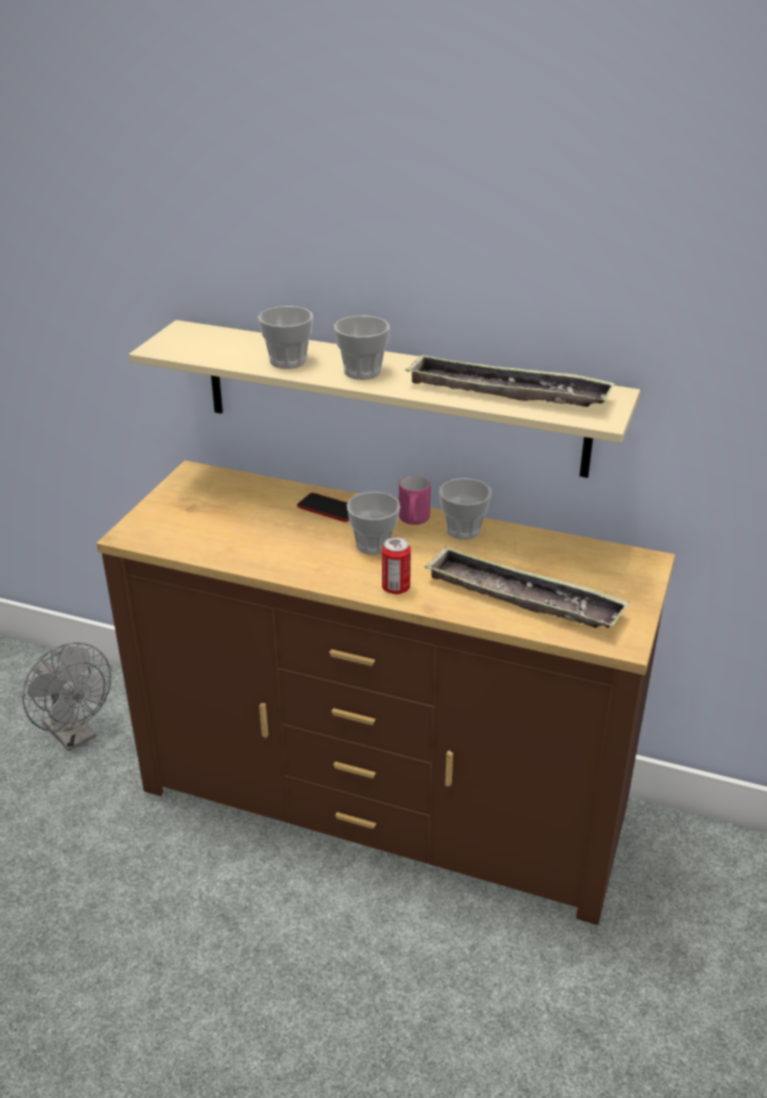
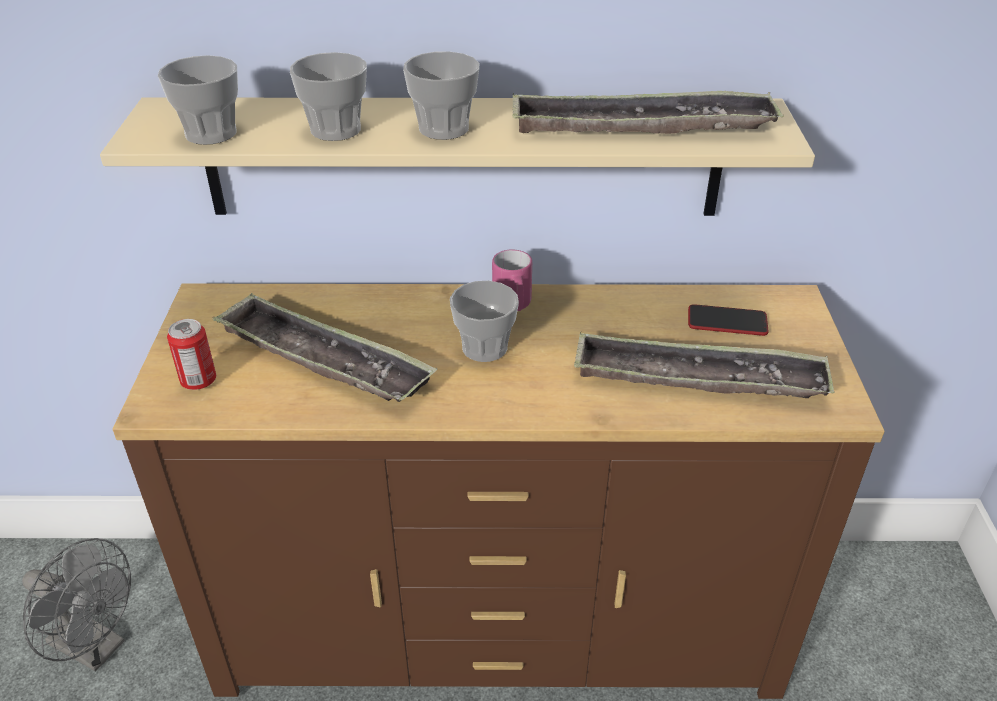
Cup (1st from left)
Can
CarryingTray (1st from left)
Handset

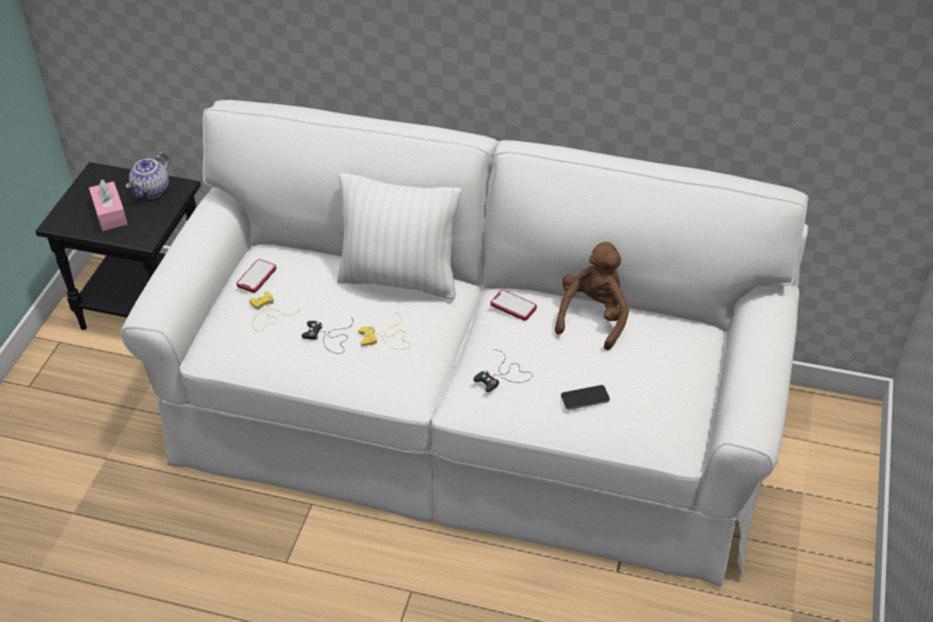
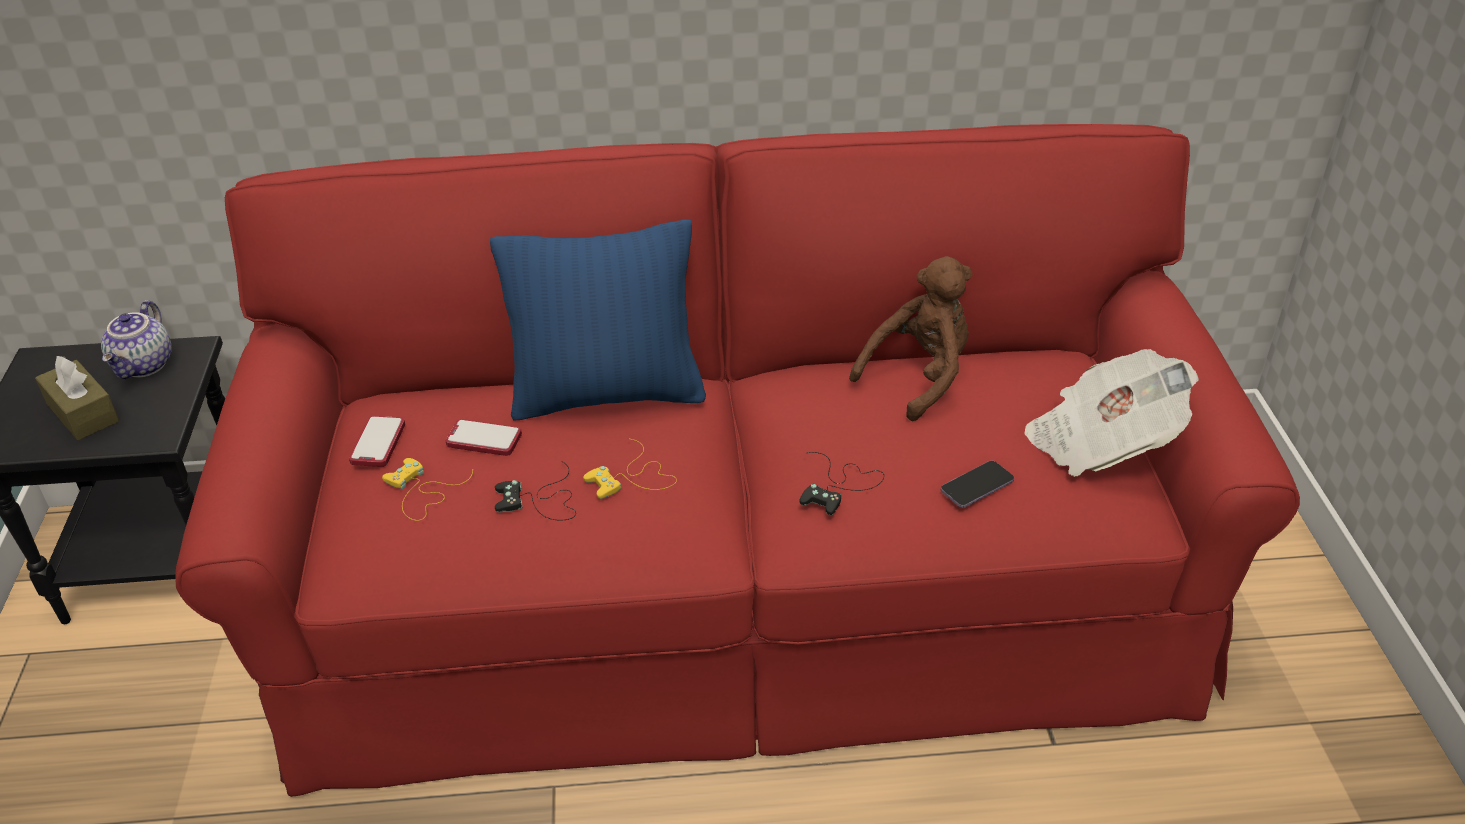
BrownColouredBoxOfTissues
RedColouredSettee
Handset (2nd from left)
BlueThrowPillow
BrownColouredPlushToy
DailyPaper

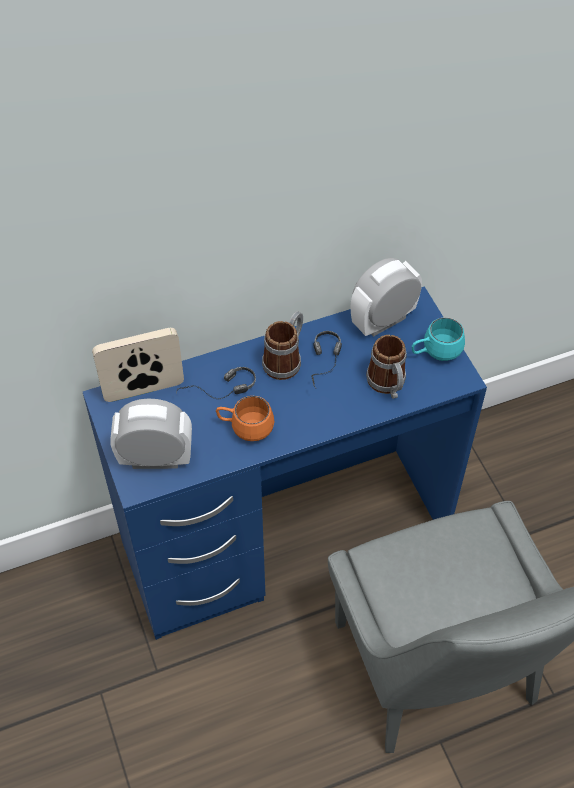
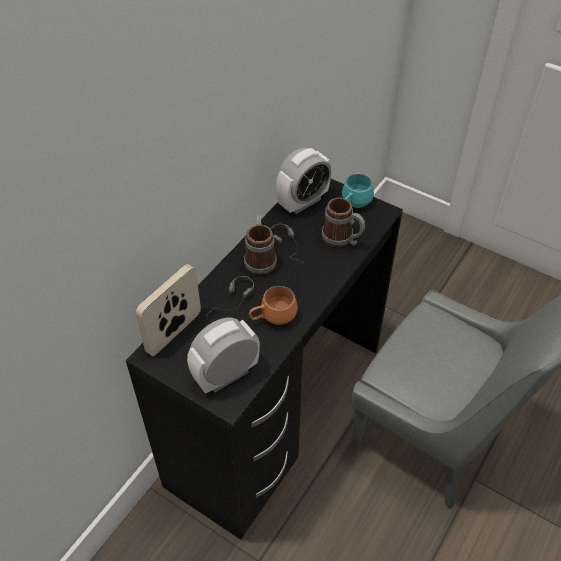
BlackColouredDeskUnit
BedsideClock (2nd from left)

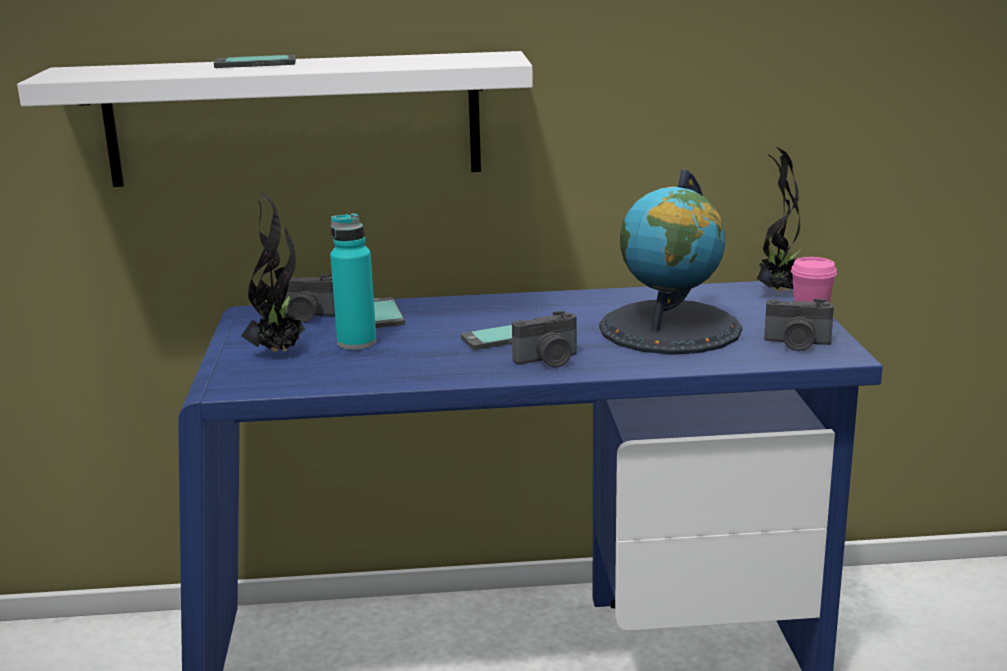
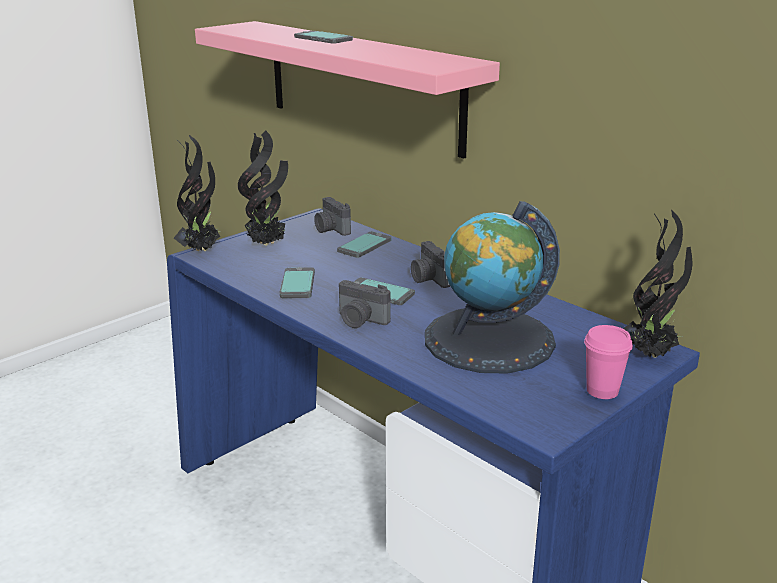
PlantInAPot (1st from left)
PinkShelf
Handset (1st from left)
StillCamera (3rd from left)
BlueGreenDrinkBottle

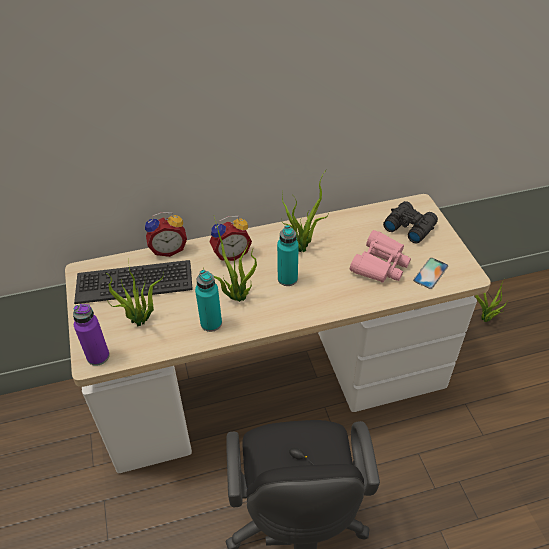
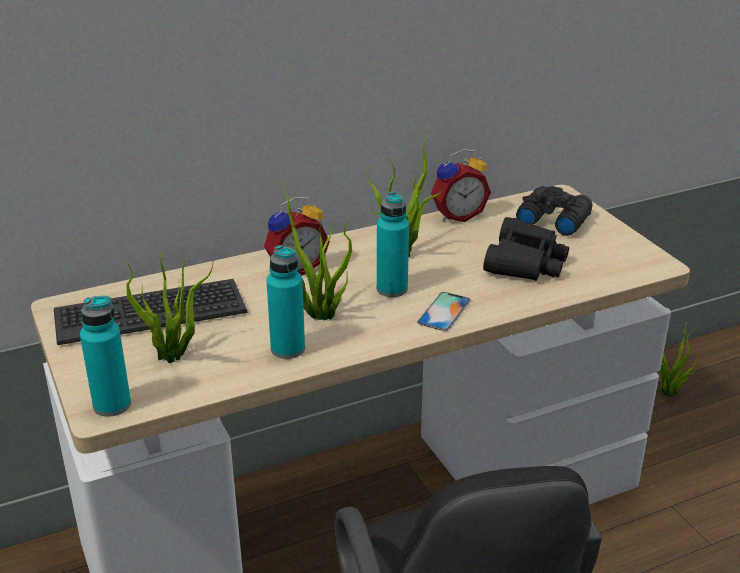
BlueGreenDrinkBottle (1st from left)
Handset
BedsideClock (2nd from left)
BlackColouredPairOfBinoculars (1st from left)

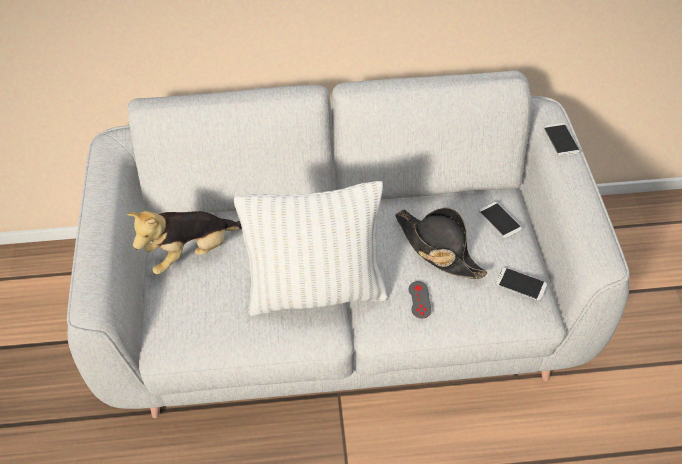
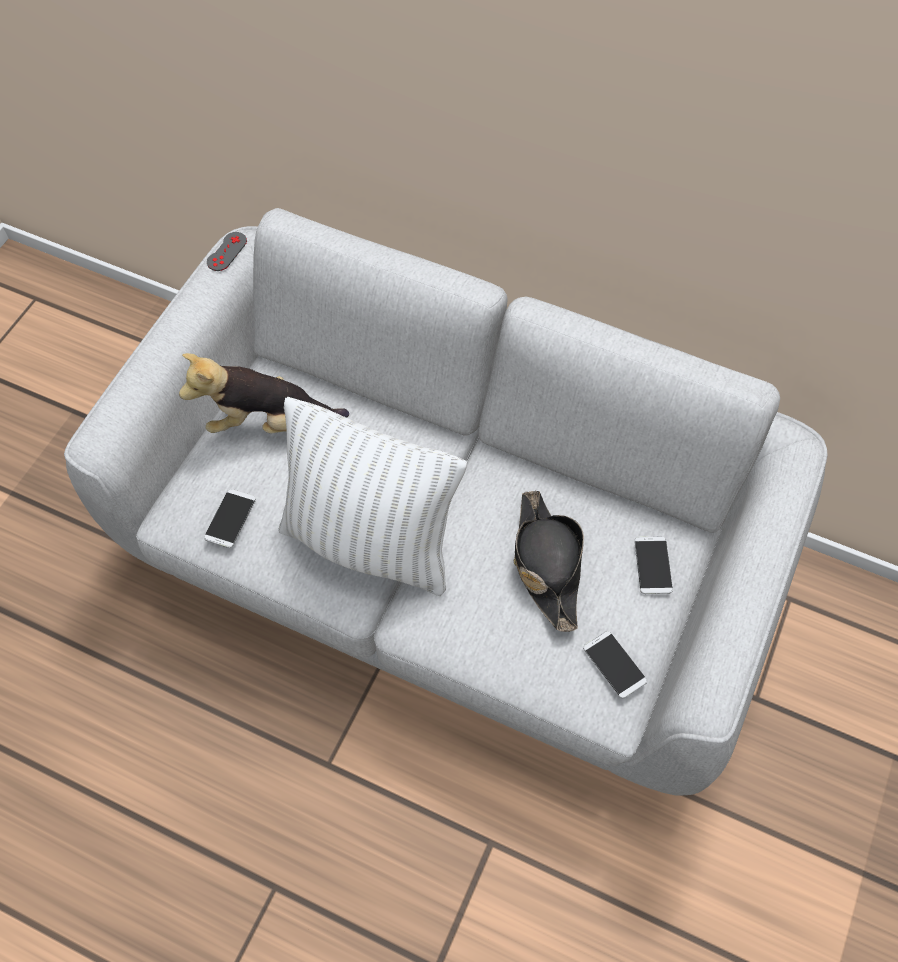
Handset (1st from left)
GrayGameController

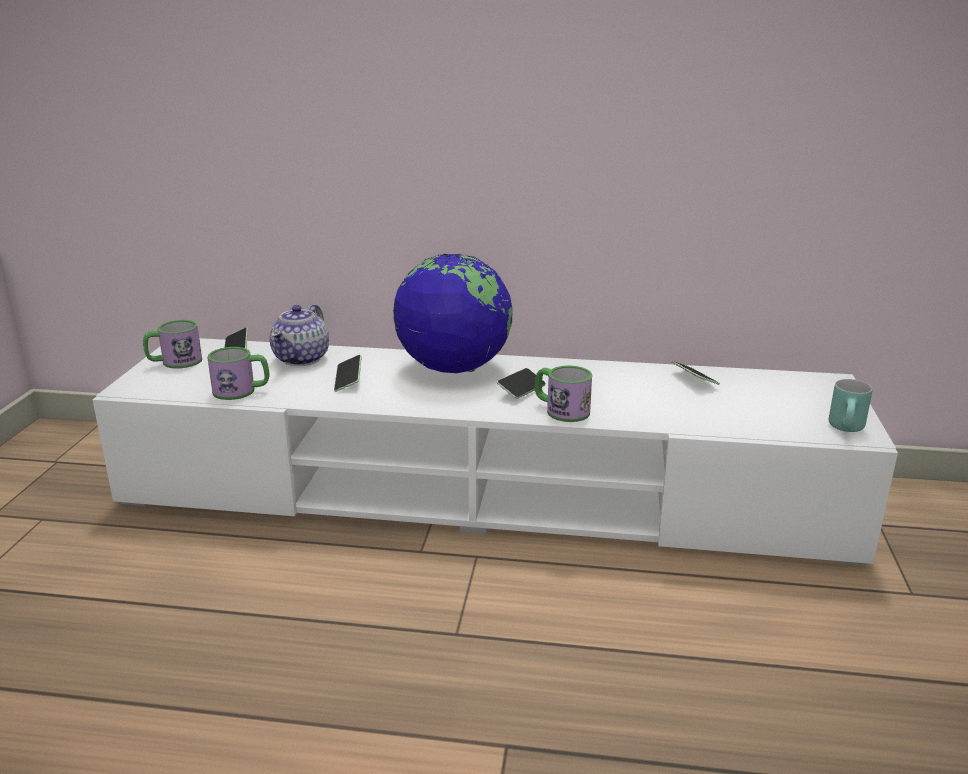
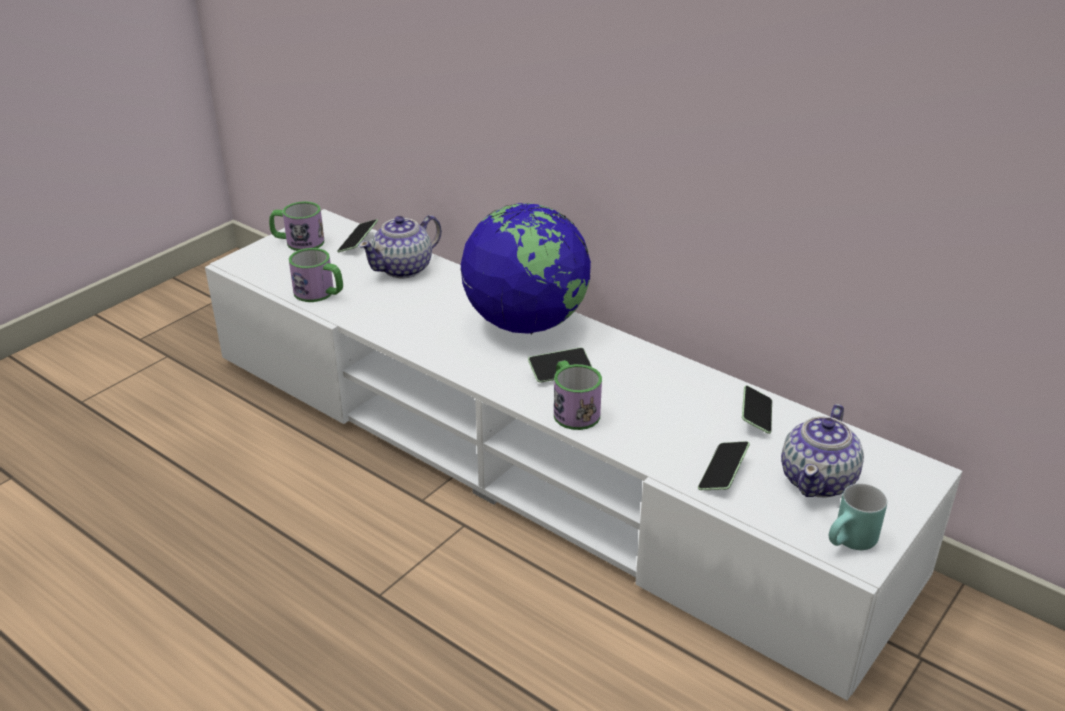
Handset (3rd from left)
PotForTea (2nd from left)

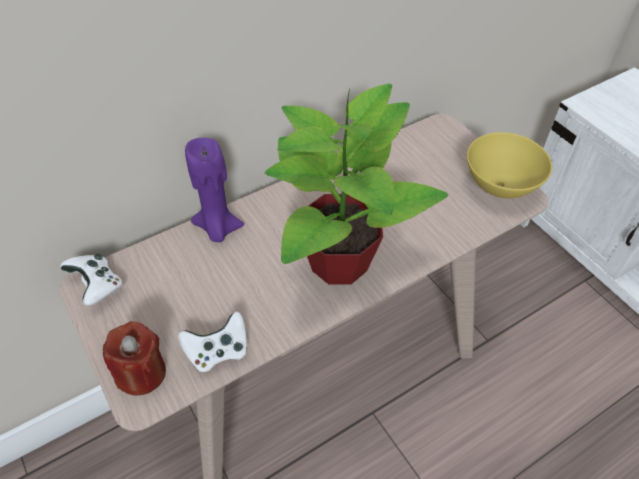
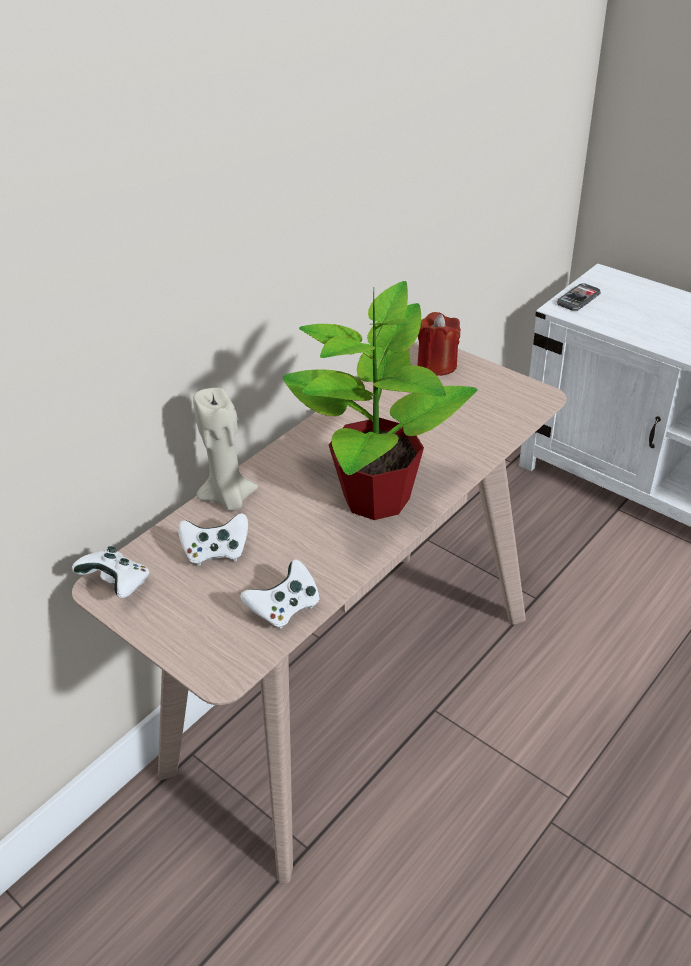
WhitishGameController (2nd from left)
BeigeWaxCandle
RedColouredWaxCandle
Handset
YellowishServingBowl

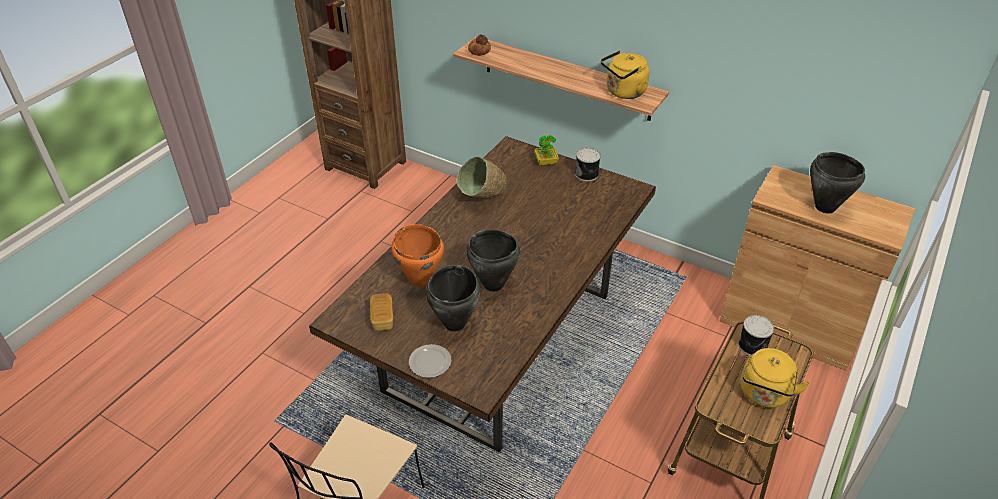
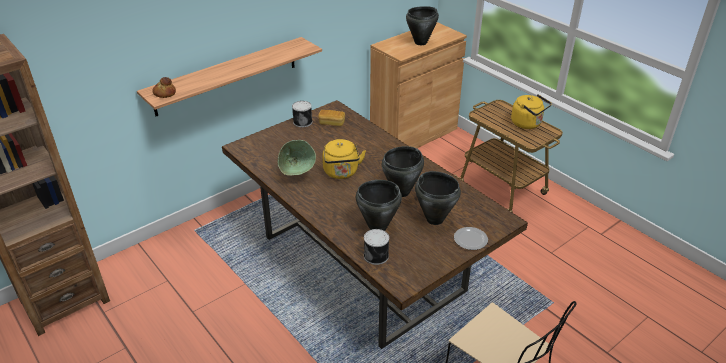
BakedBread (2nd from left)
YellowishWaterKettle (1st from left)
BlackColouredSaucepot (1st from left)
Can (2nd from left)
PlantInAPot

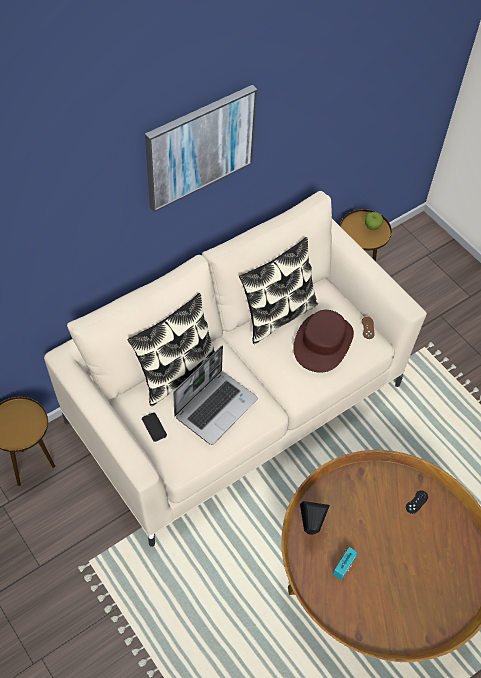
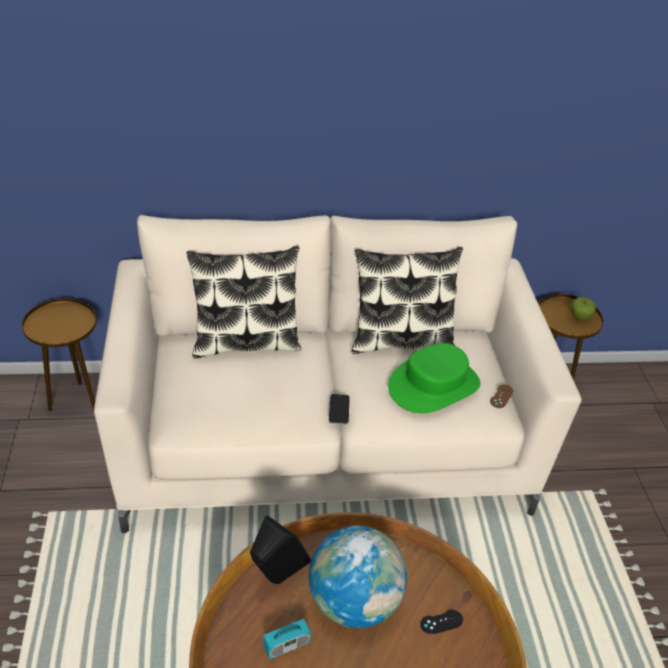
Globe
Handset
GreenColouredClothingHat
WallPicture
PortableComputer

